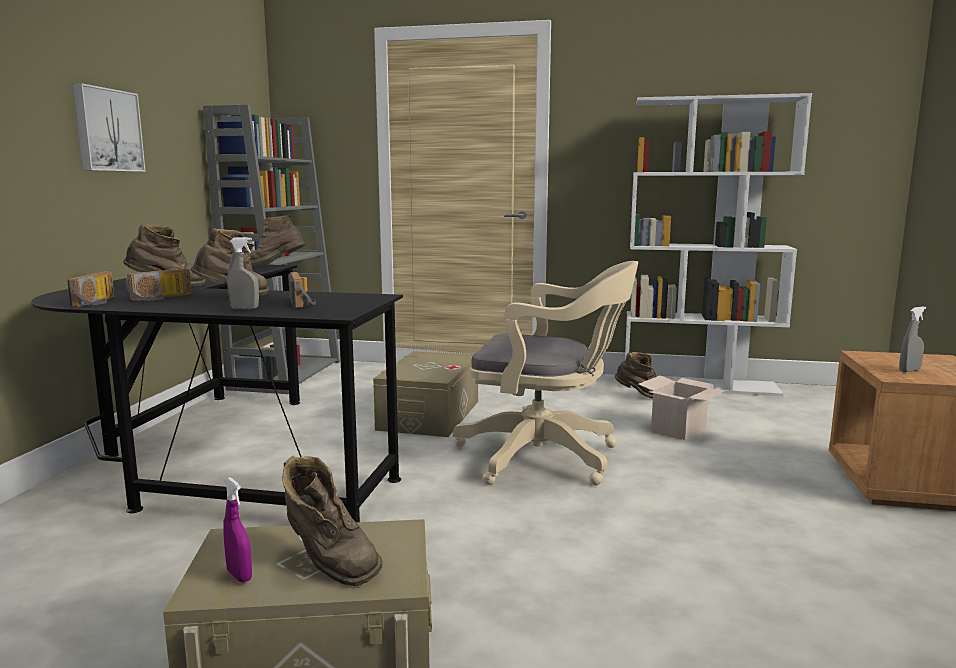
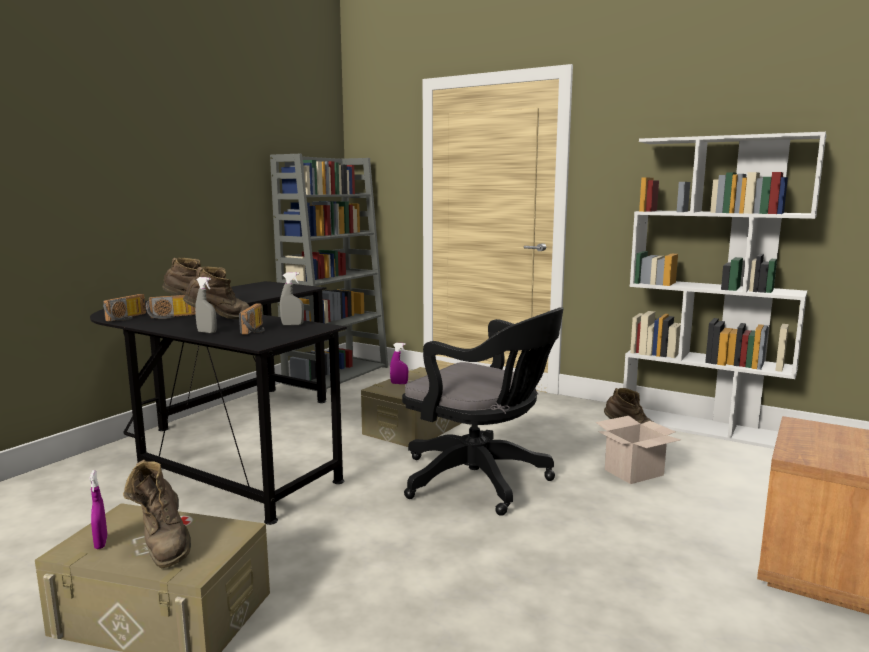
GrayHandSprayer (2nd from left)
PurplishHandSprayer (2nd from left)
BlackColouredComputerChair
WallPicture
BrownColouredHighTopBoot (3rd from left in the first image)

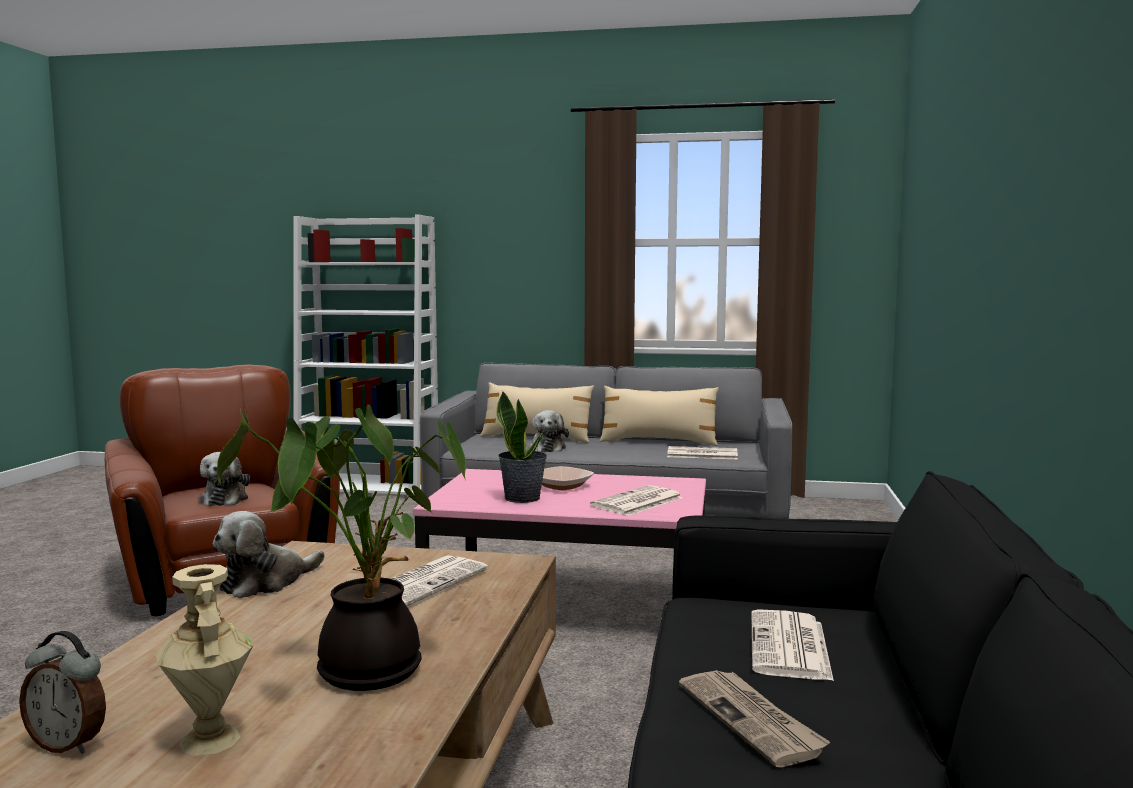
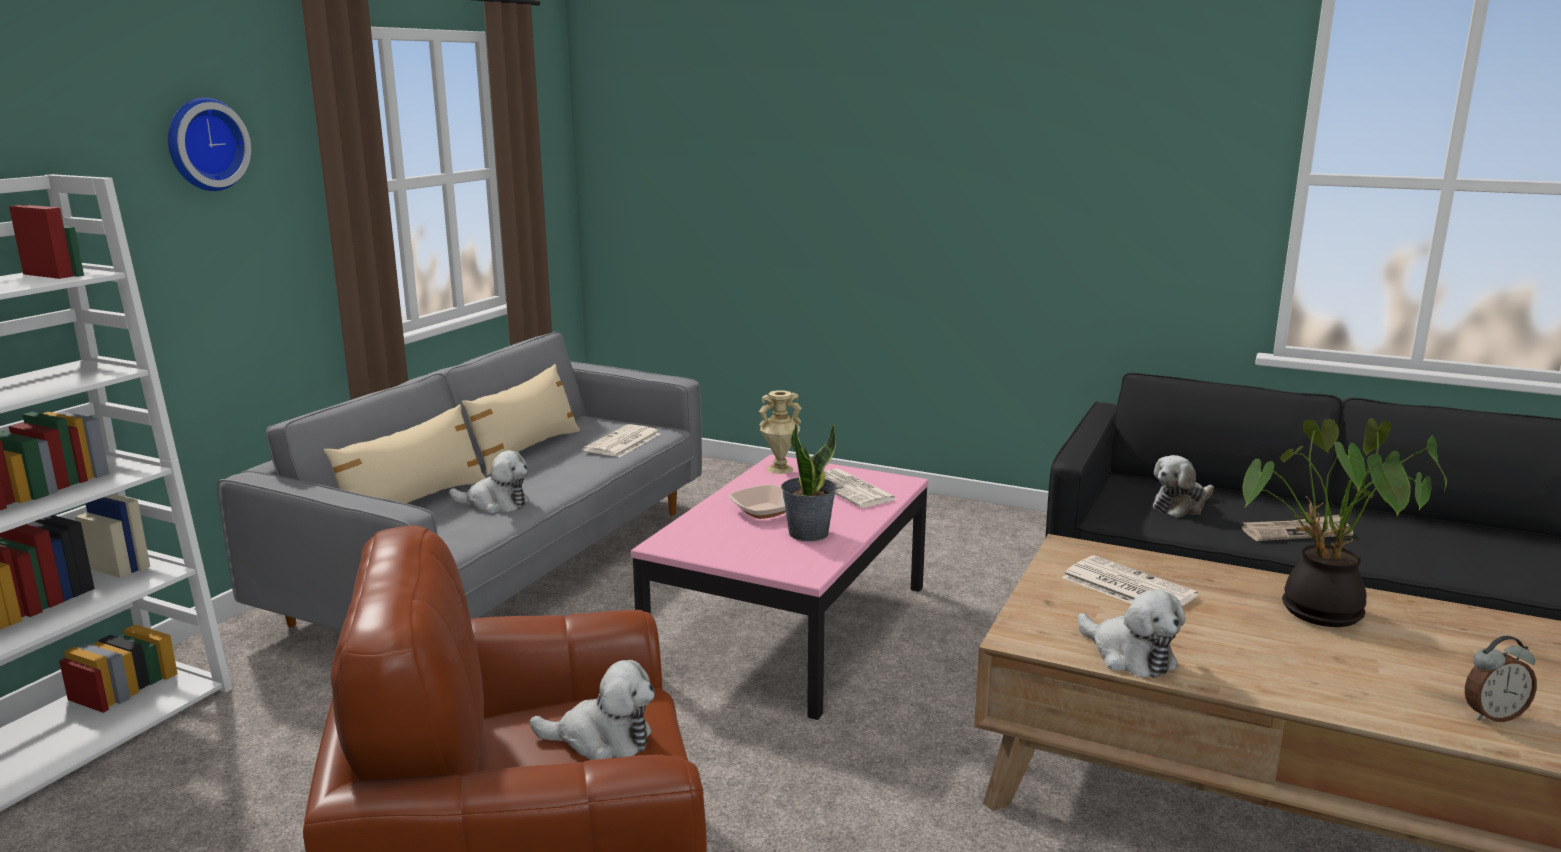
HangingClock
BeigeFlowerVase
PlushToy (4th from left)
BedsideClock

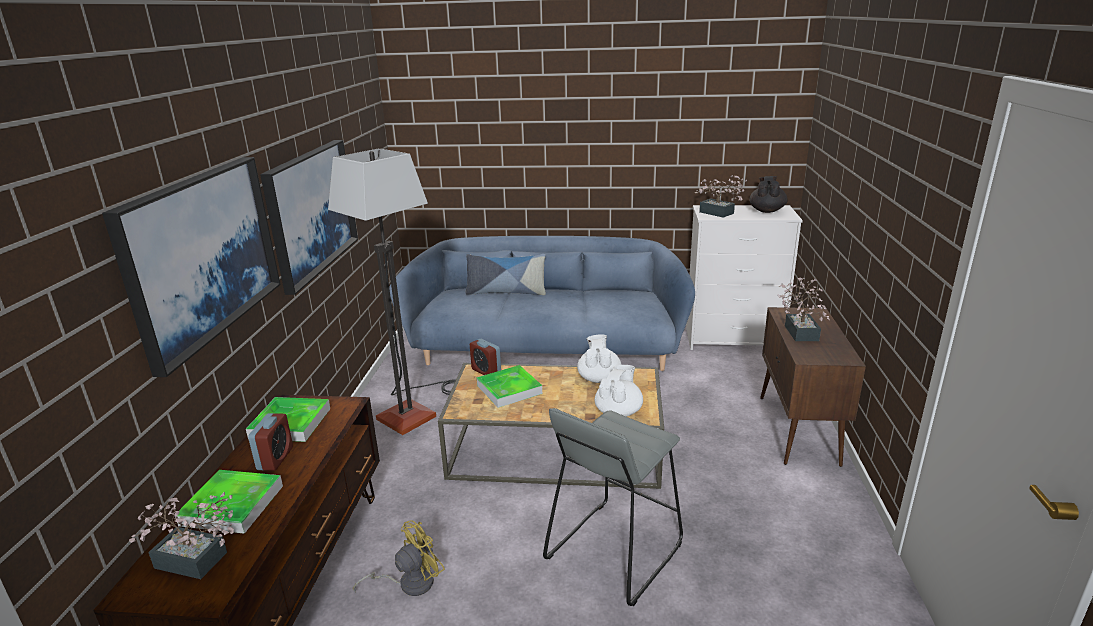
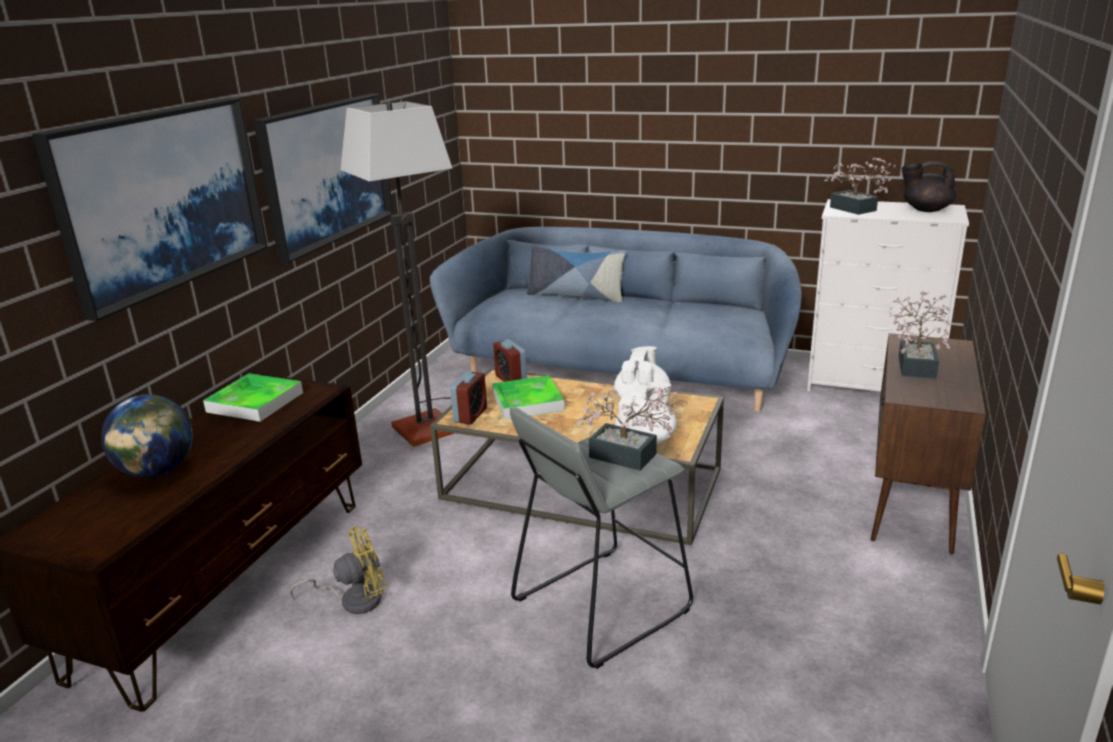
Globe
BedsideClock (1st from left)
PlantInAPot (1st from left)
BlackColouredPotForTea

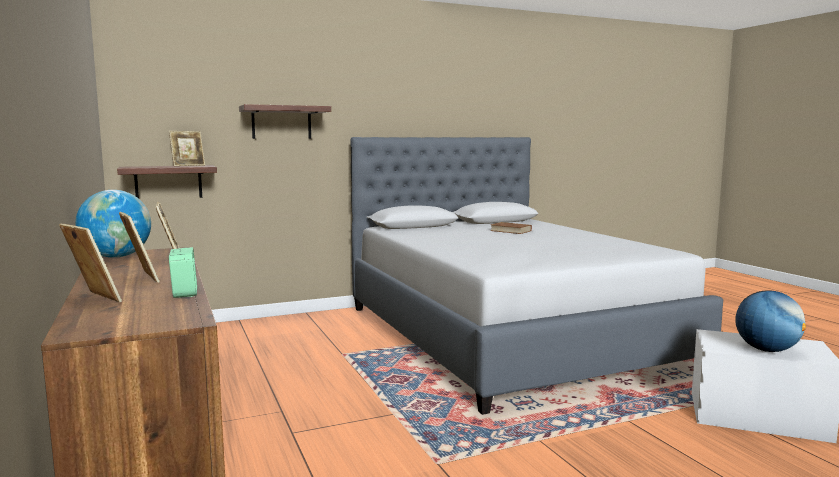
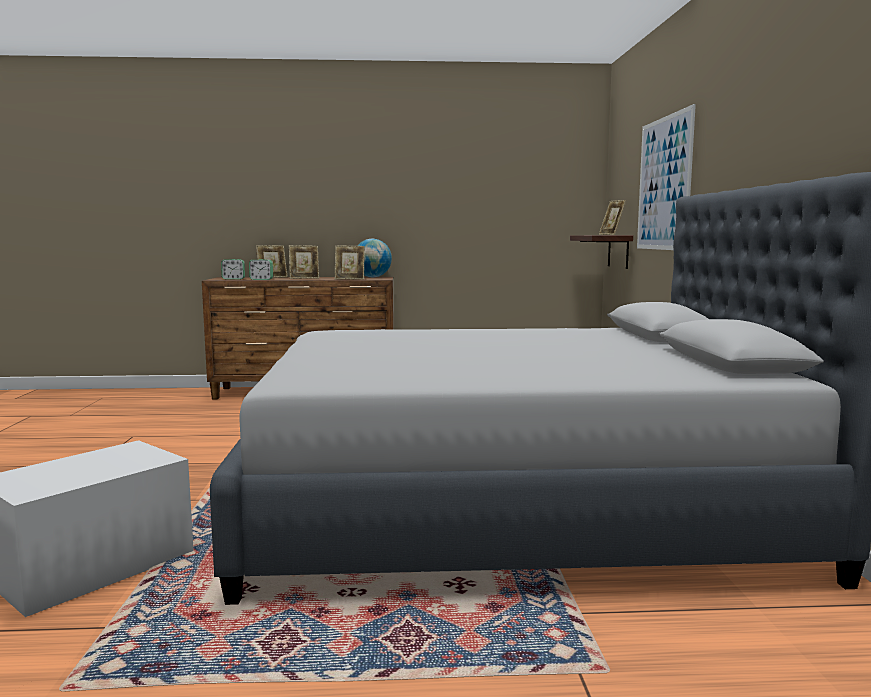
BedsideClock (1st from left)
WallPicture
BrownColouredBook
Globe (2nd from left in the first image)

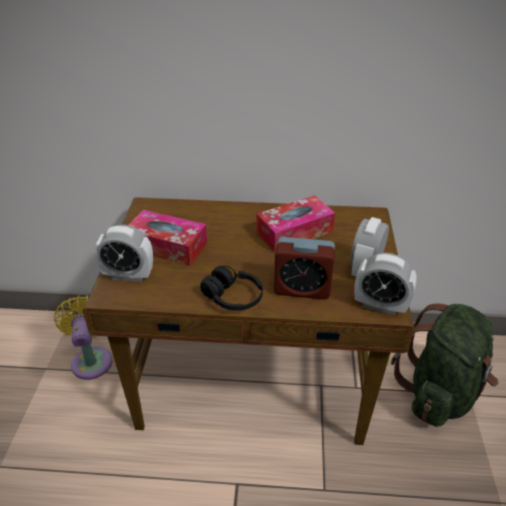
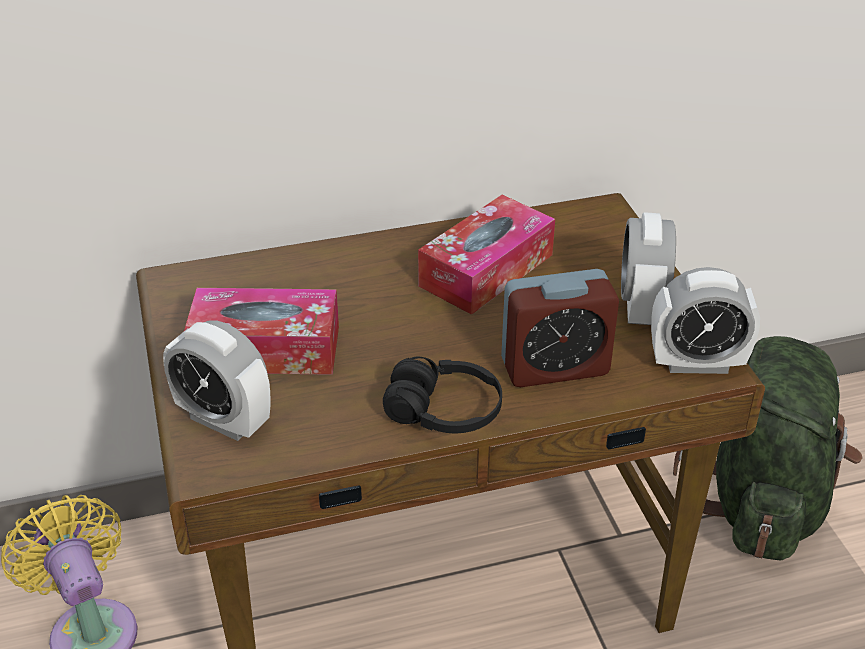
BedsideClock (1st from left)

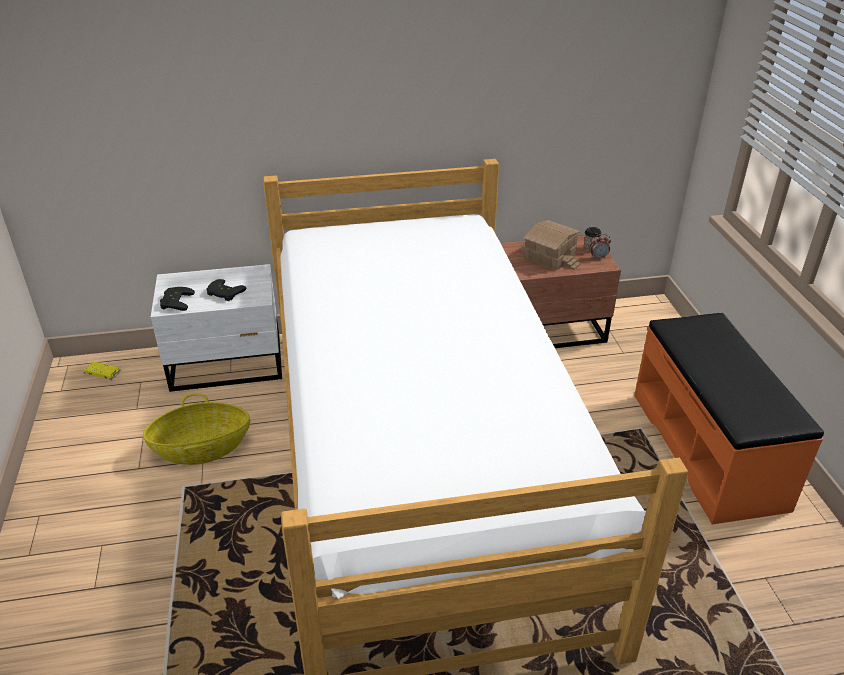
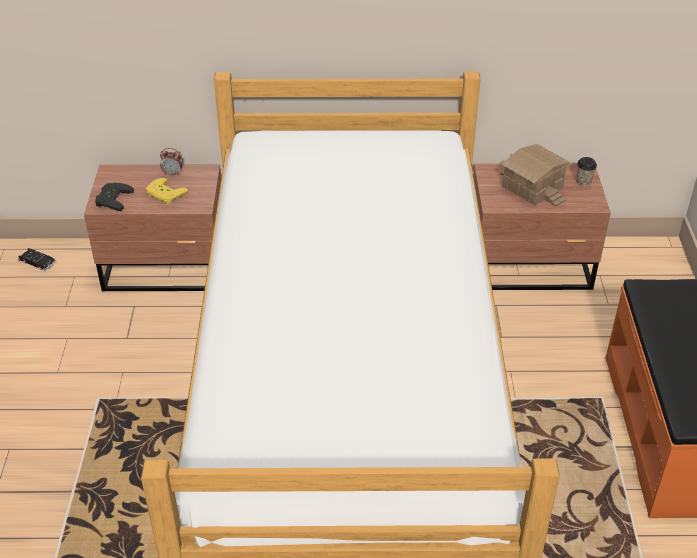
BlackColouredModelCar
BrownColouredBedsideTable (1st from left)
YellowishGameController
BedsideClock
HouseholdBasket

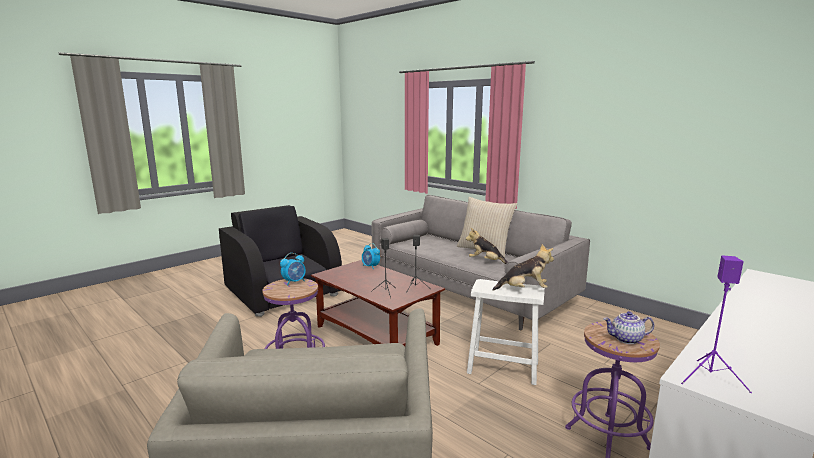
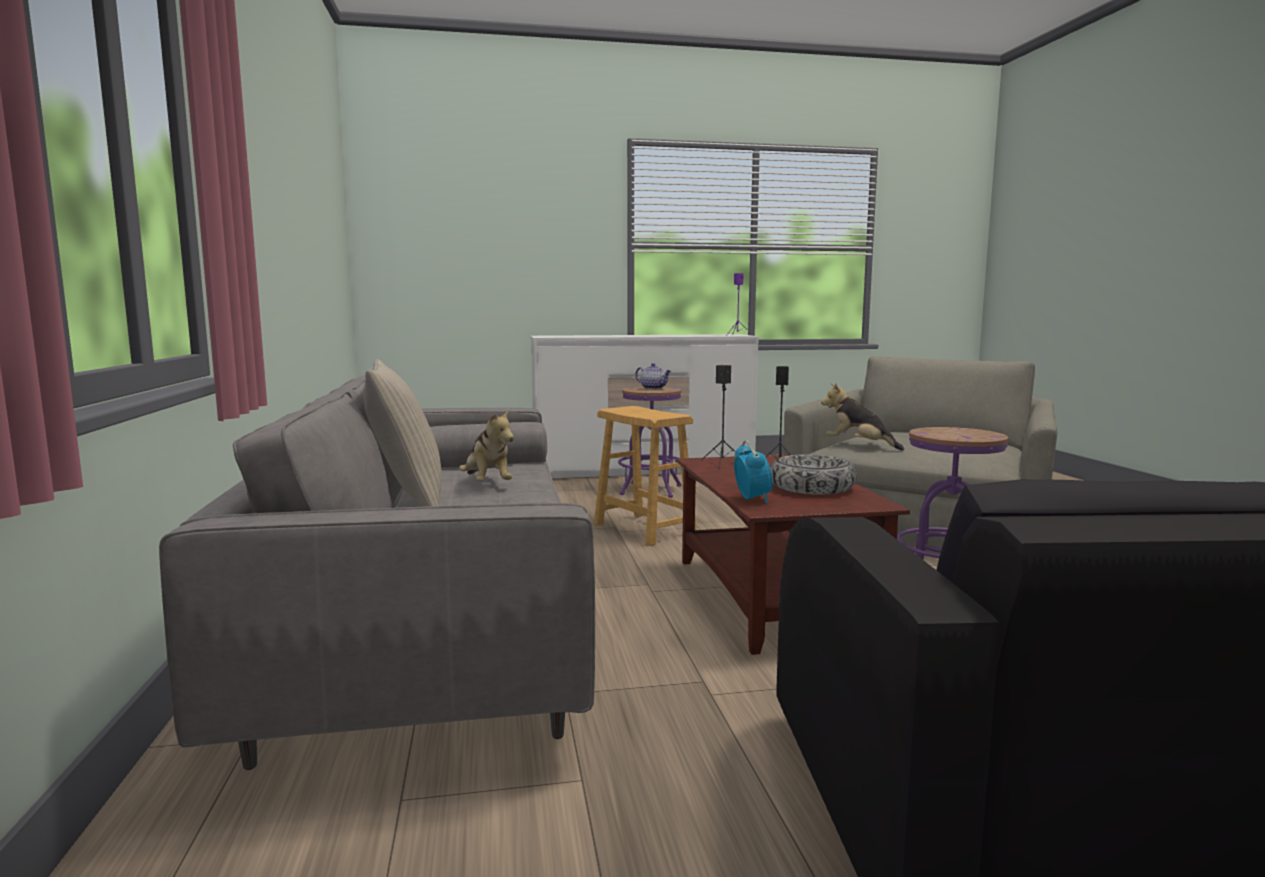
BrownColouredSittingStool
ServingBowl
PlushToy (2nd from left)
BedsideClock (1st from left in the first image)

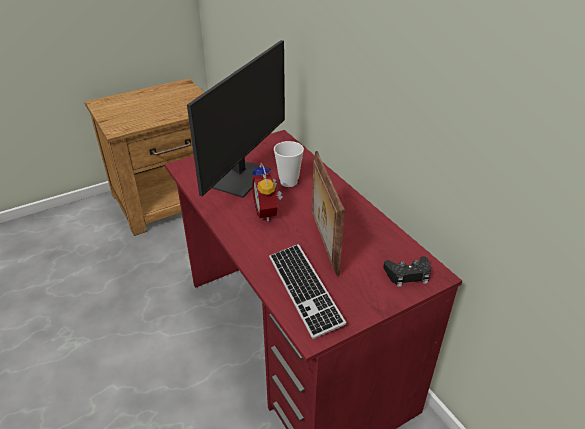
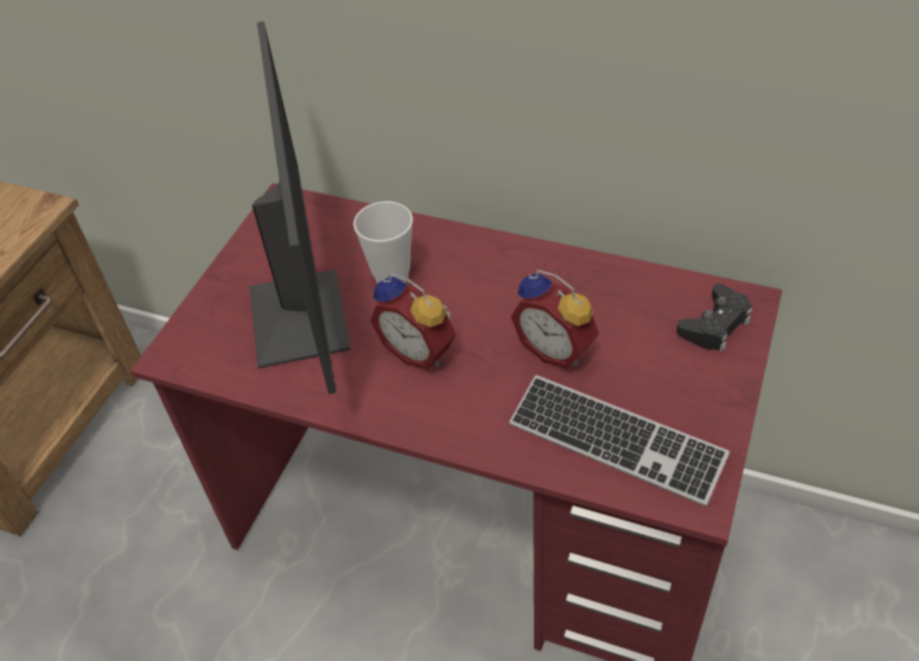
BedsideClock (2nd from left)

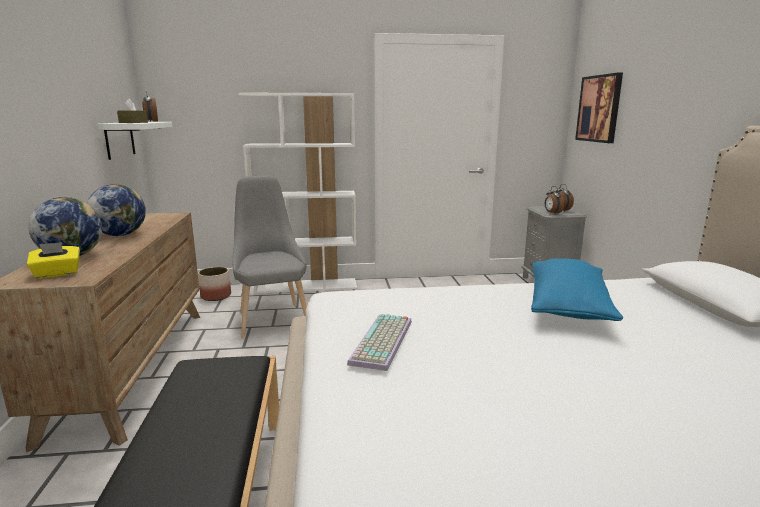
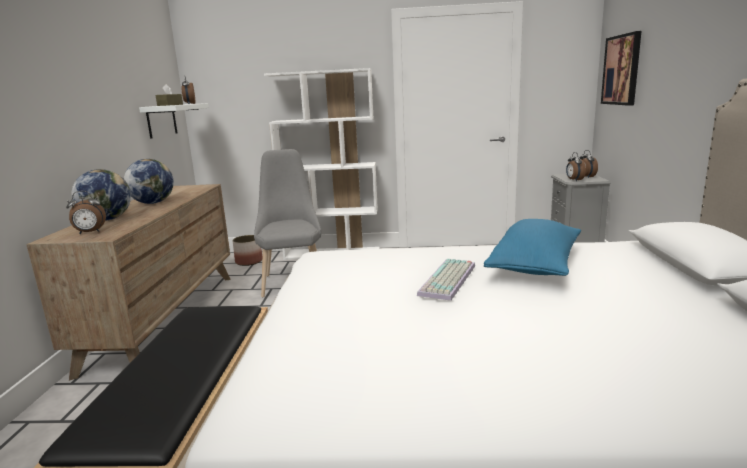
BedsideClock (1st from left)
Keyboard

